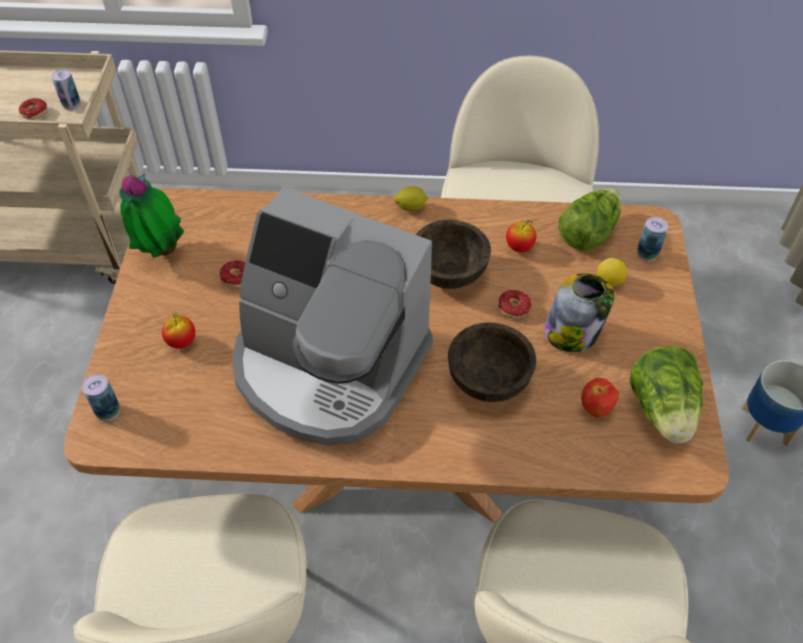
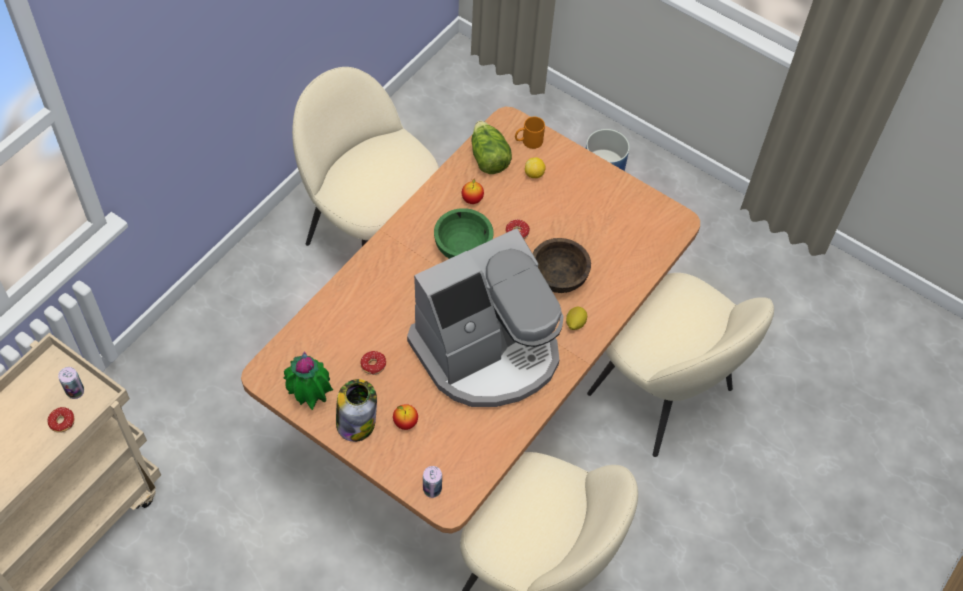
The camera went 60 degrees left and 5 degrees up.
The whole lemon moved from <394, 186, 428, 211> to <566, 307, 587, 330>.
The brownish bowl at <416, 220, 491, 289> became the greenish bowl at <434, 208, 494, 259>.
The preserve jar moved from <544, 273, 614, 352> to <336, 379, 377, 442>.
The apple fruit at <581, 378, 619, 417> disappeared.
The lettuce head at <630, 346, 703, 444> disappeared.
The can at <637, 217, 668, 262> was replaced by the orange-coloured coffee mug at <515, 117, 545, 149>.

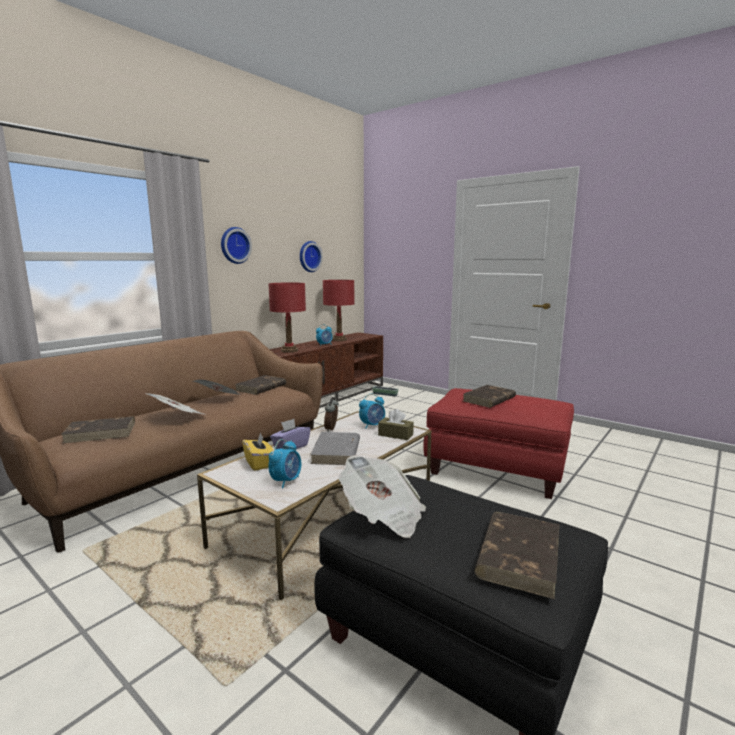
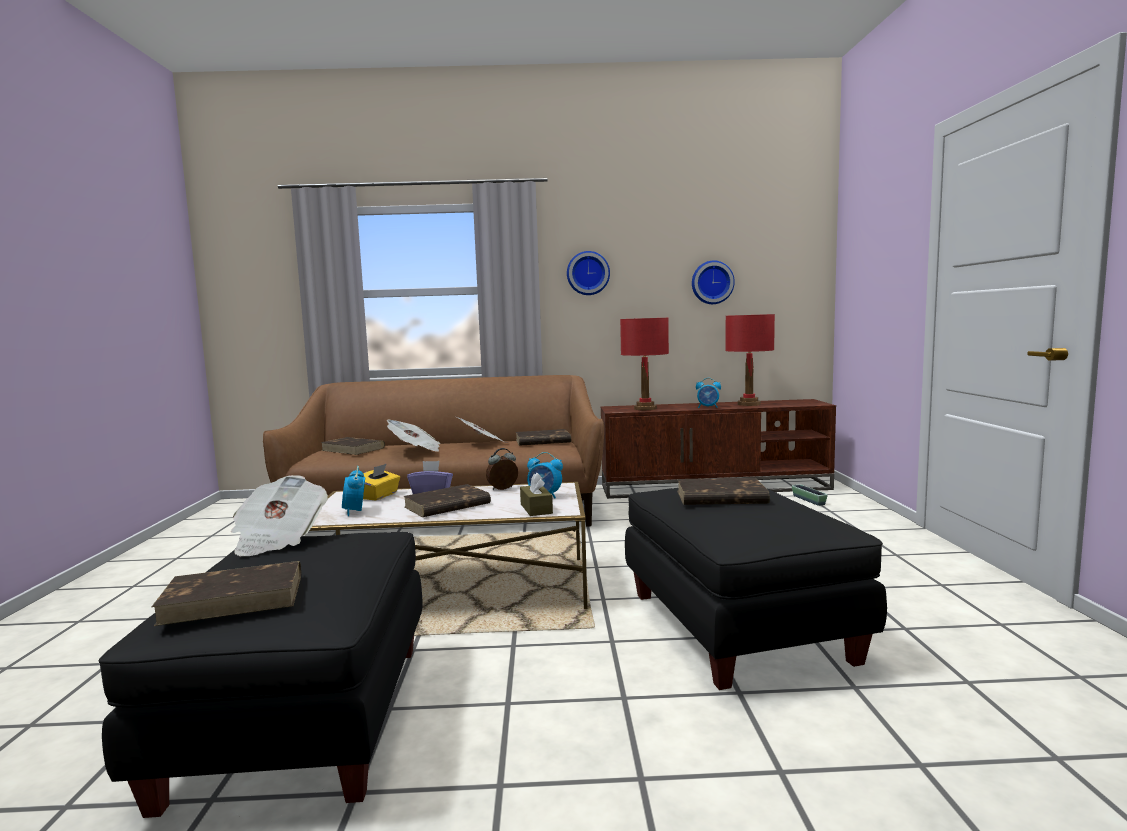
The camera went 50 degrees right and 5 degrees down.
The bedside clock at <269, 439, 301, 488> turned 90 degrees clockwise.
The gray book at <310, 432, 360, 465> became the brownish book at <403, 484, 491, 517>.
The reddish ottoman at <423, 388, 574, 499> became the black-coloured ottoman at <625, 488, 887, 690>.

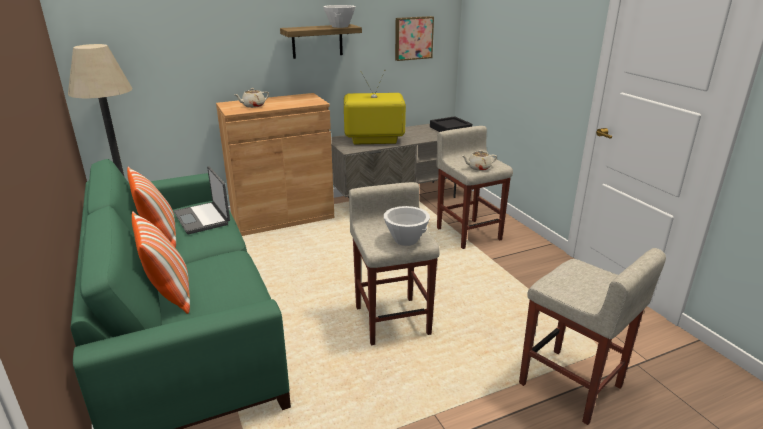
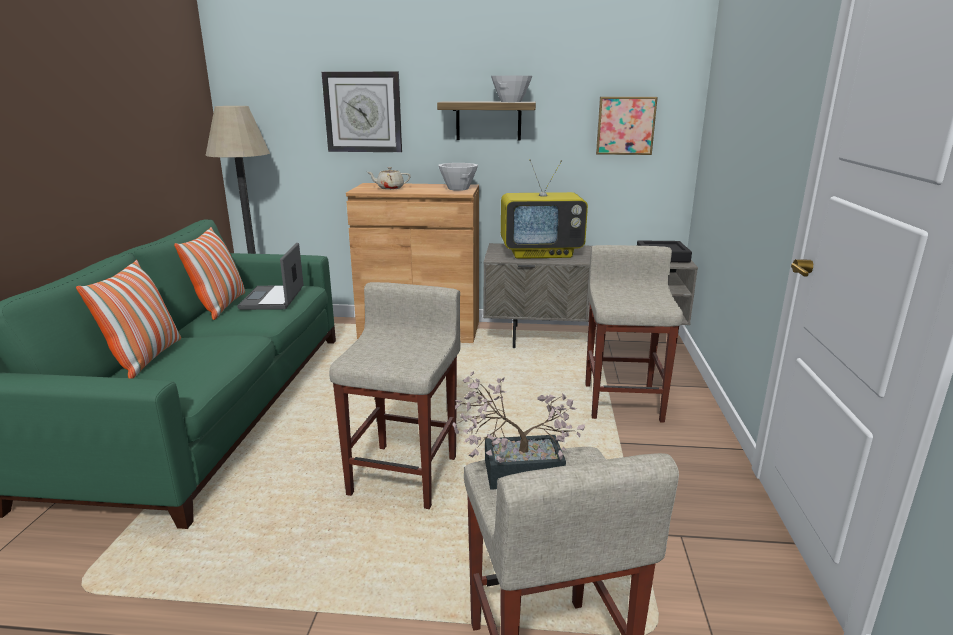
The camera went 30 degrees right and 5 degrees down.
The TV at <344, 70, 406, 144> turned 150 degrees clockwise.
The white bowl moved from <384, 206, 430, 246> to <438, 163, 478, 191>.
The beige-coloured teapot at <461, 150, 497, 171> disappeared.
The wall clock at <322, 71, 402, 152> appeared.
The potted plant at <453, 371, 585, 490> appeared.

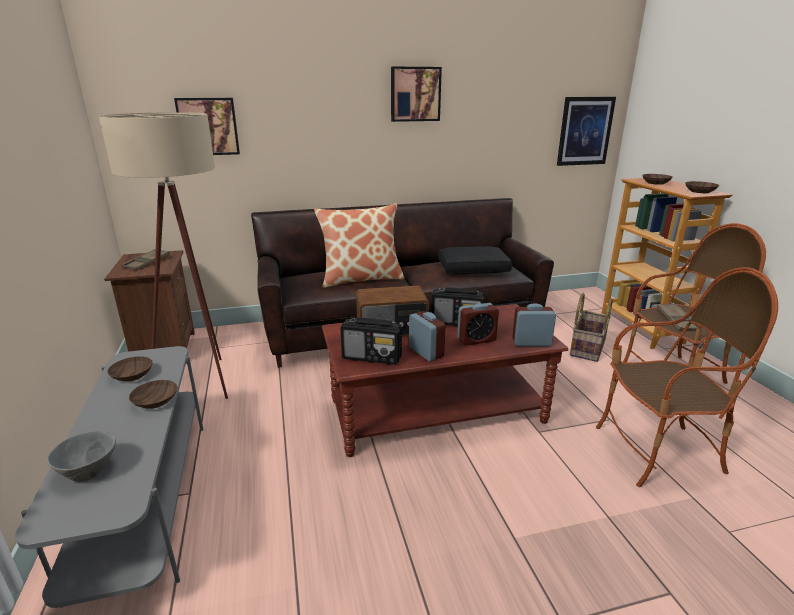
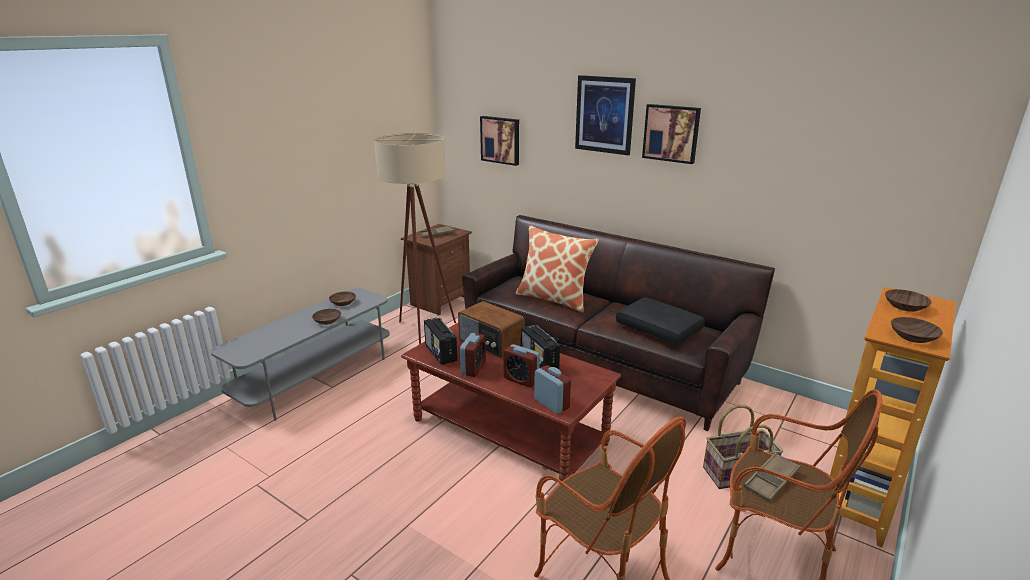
The camera went 50 degrees right and 0 degrees up.
The gray bowl at <47, 431, 116, 482> disappeared.
The wall picture moved from <557, 97, 616, 166> to <575, 75, 636, 155>.

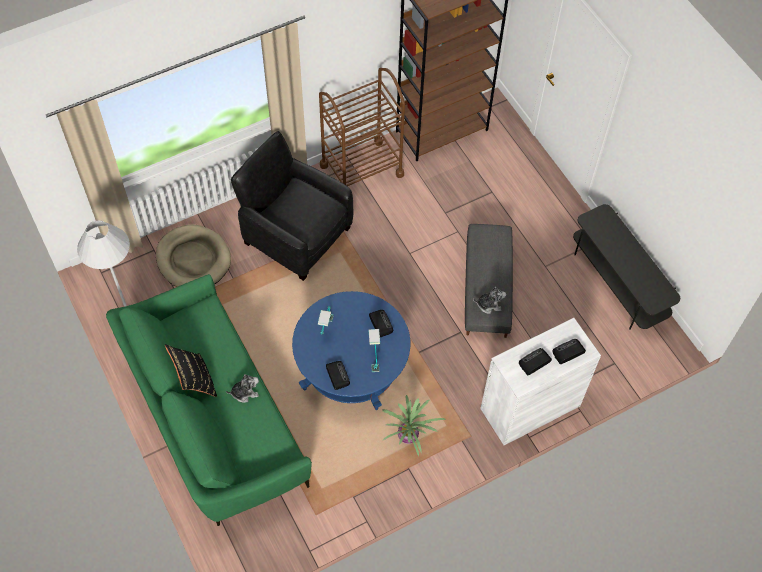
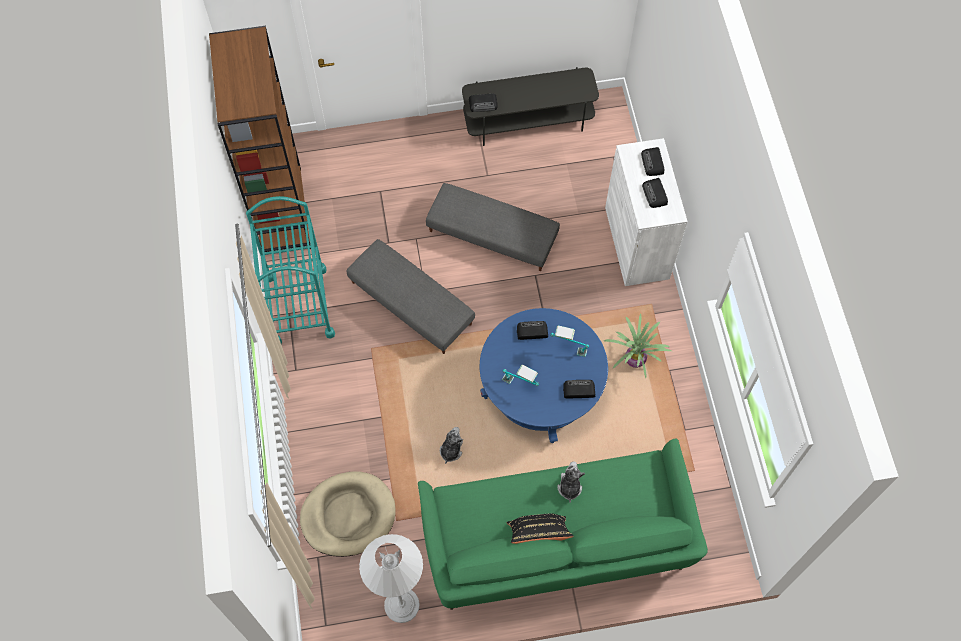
The camera went 70 degrees left and 5 degrees up.
The black-coloured lounge chair at <231, 131, 353, 281> disappeared.
The brownish trolley at <319, 68, 405, 186> became the blue-green trolley at <246, 196, 335, 344>.
The cuddly toy moved from <473, 286, 506, 314> to <440, 427, 463, 464>.
The gray ottoman at <346, 239, 475, 354> appeared.
The radio receiver at <469, 93, 497, 112> appeared.

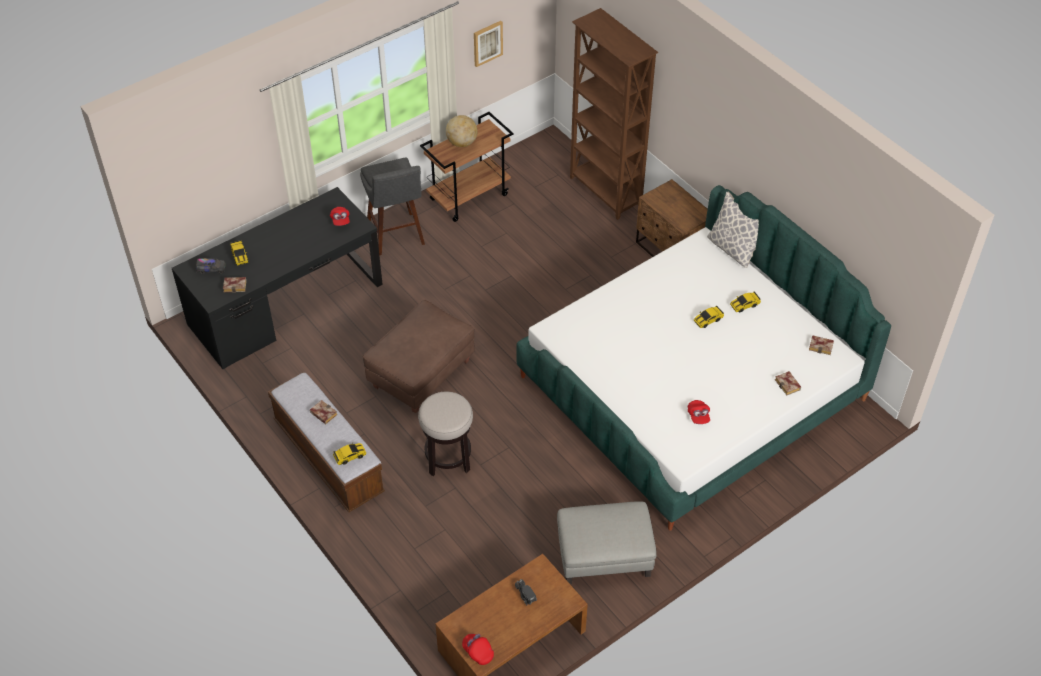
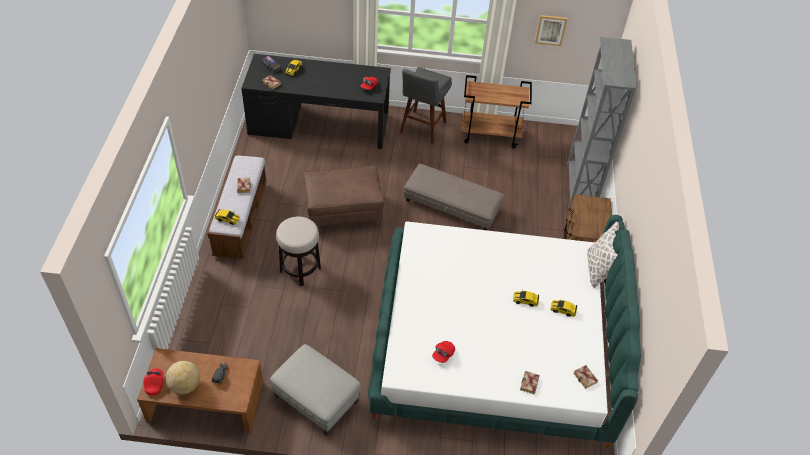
The camera went 40 degrees right and 0 degrees up.
The desk globe moved from <446, 115, 477, 147> to <166, 361, 200, 394>.
The brownish bookcase at <570, 8, 658, 220> became the gray bookcase at <567, 37, 637, 209>.
The gray ottoman at <404, 164, 504, 230> appeared.

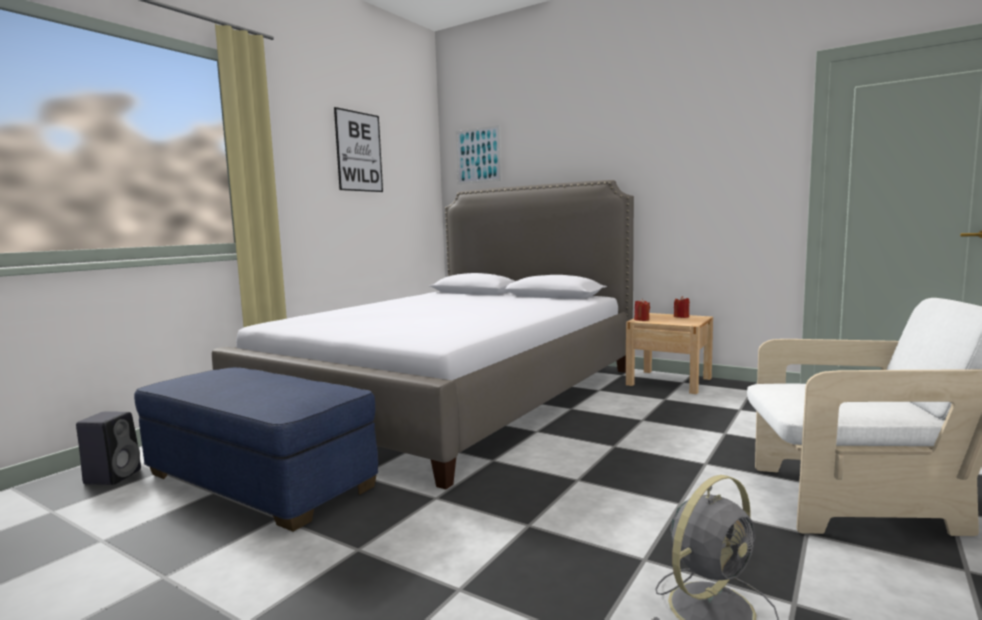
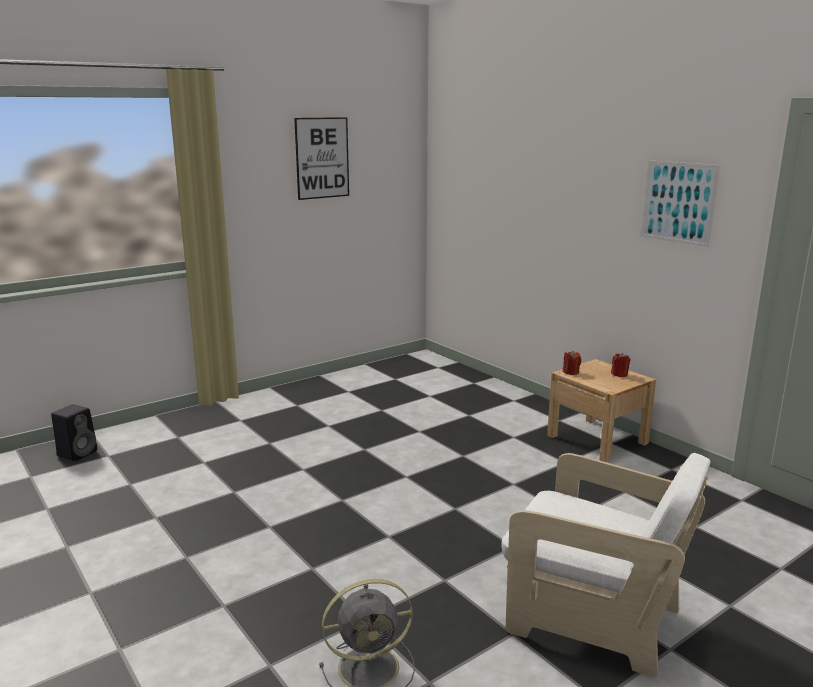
The camera went 20 degrees right and 10 degrees up.
The bluish ottoman at <134, 367, 378, 532> disappeared.
The bedroom bed at <211, 180, 634, 490> disappeared.
The wall picture moved from <456, 125, 502, 184> to <641, 160, 720, 247>.

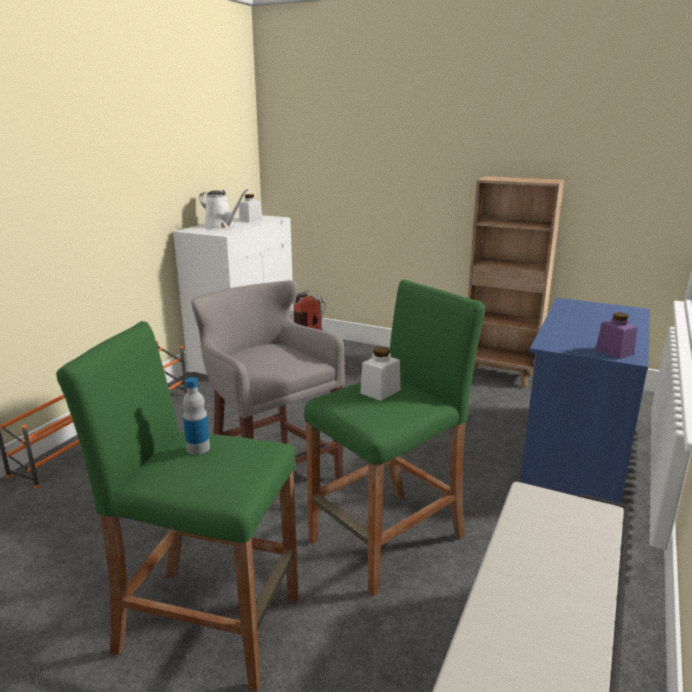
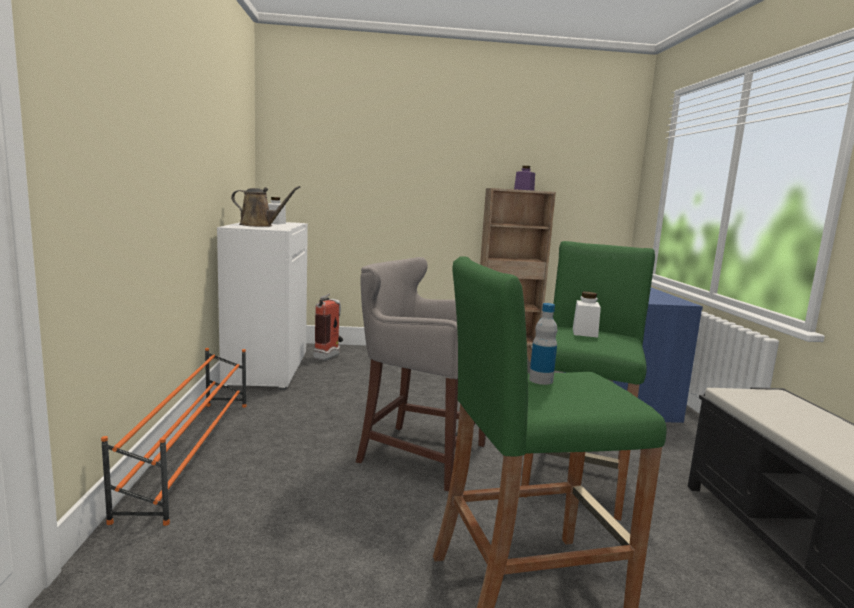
The camera went 30 degrees left and 10 degrees down.
The white watering pot at <199, 189, 248, 229> became the brownish watering pot at <231, 186, 300, 227>.
The purplish preserve jar moved from <595, 312, 638, 359> to <514, 166, 535, 191>.

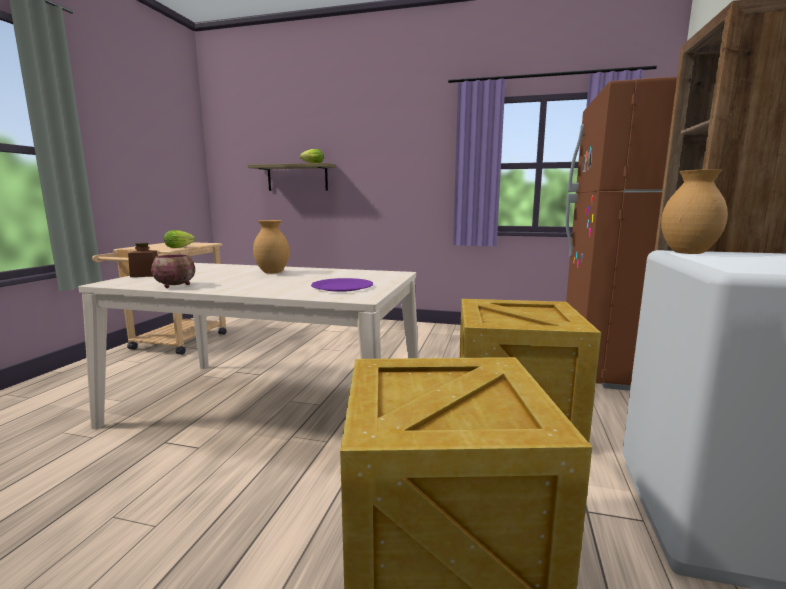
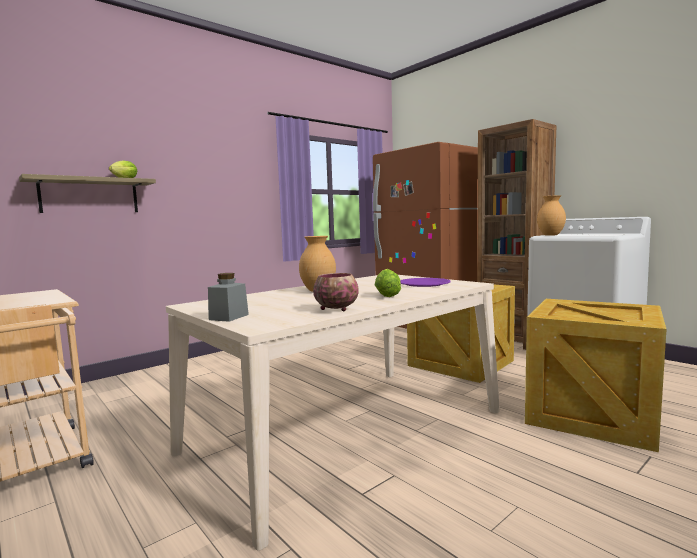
The camera went 55 degrees left and 5 degrees down.
The brownish preserve jar at <128, 243, 158, 277> became the gray preserve jar at <208, 273, 249, 322>.
The lettuce head moved from <164, 230, 195, 248> to <375, 269, 401, 297>.

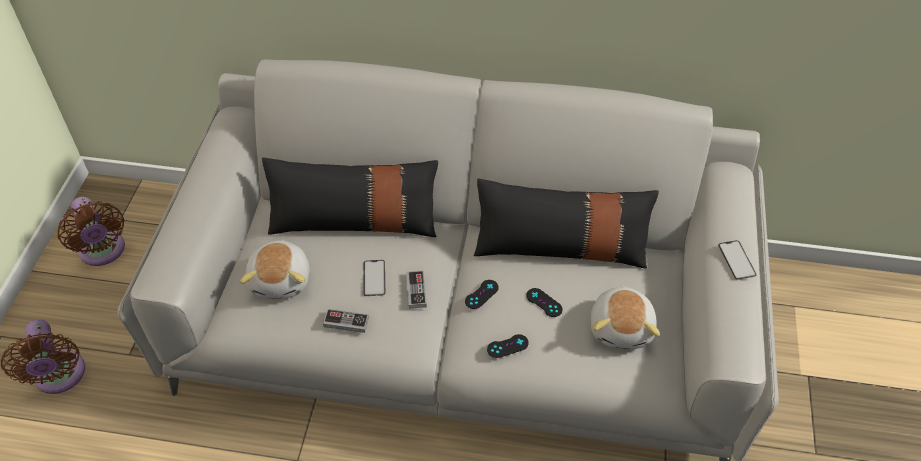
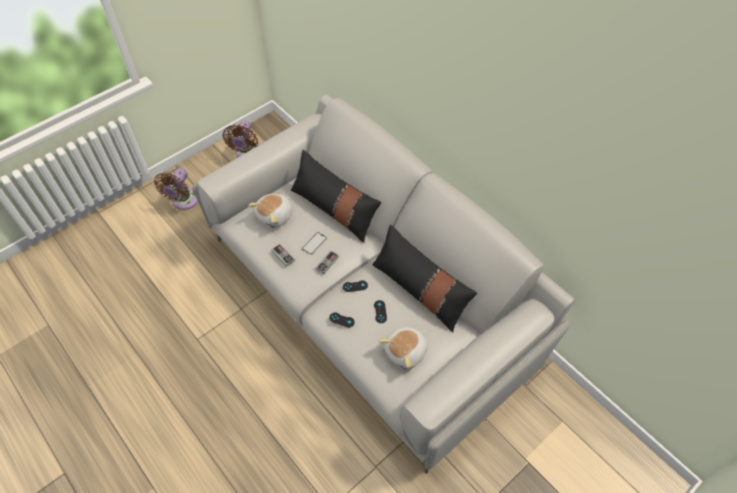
The camera went 40 degrees right and 5 degrees up.
The phone at <718, 240, 757, 280> disappeared.

